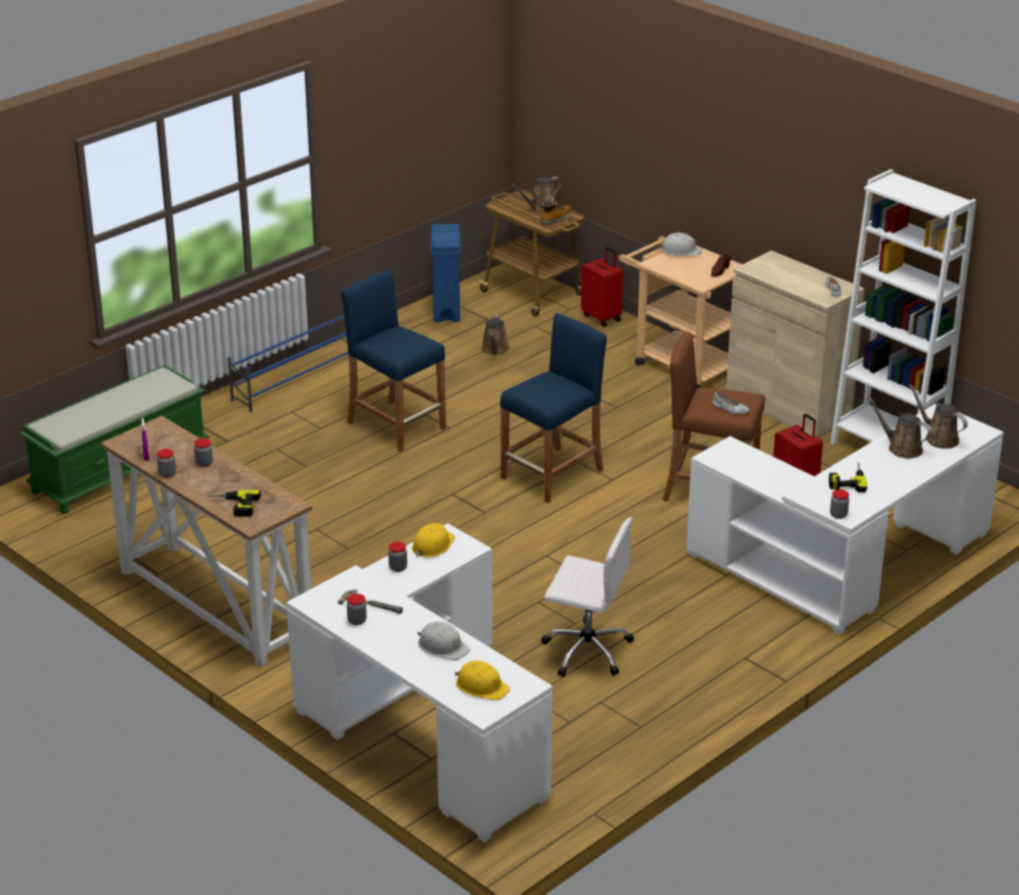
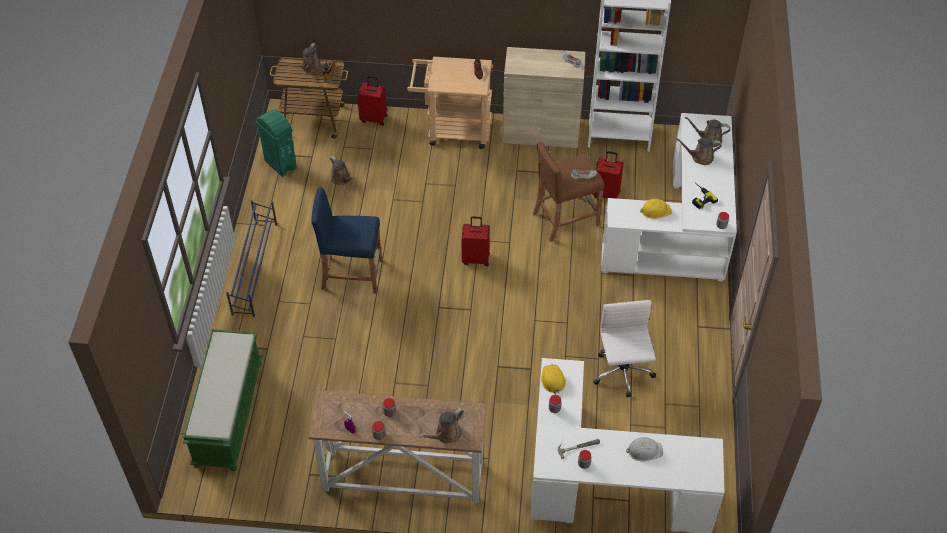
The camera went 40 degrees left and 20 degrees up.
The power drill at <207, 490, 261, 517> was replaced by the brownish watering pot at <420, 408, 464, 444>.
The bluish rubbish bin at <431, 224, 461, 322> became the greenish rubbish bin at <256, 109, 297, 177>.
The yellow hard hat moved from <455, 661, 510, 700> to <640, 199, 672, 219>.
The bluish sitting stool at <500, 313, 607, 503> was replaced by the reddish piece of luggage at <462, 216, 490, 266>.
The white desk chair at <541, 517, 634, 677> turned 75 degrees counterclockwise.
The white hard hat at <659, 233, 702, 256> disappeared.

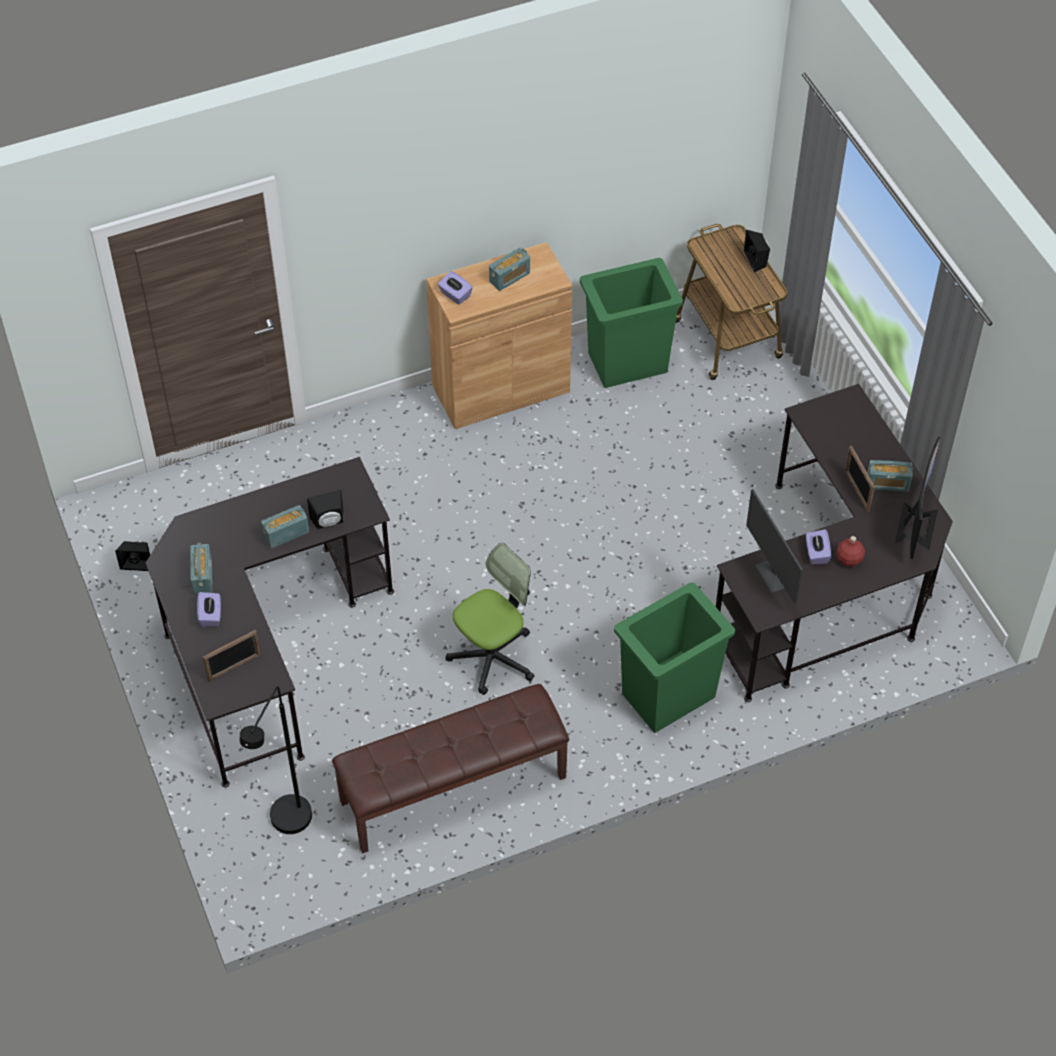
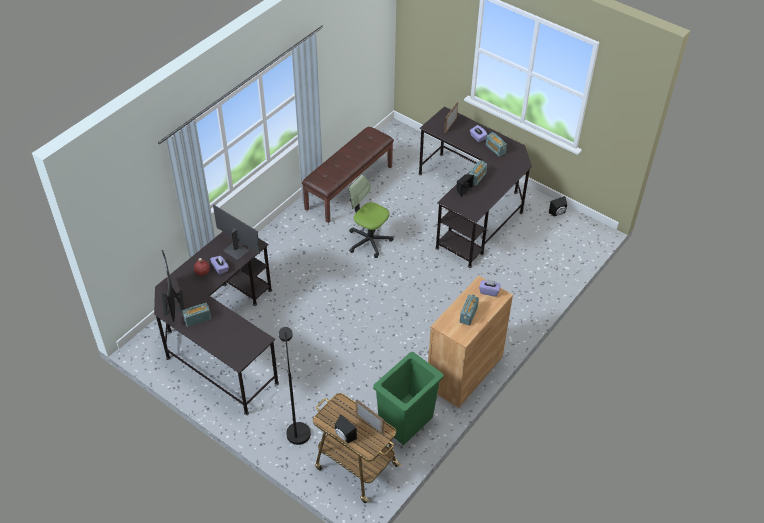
The camera went 150 degrees right and 5 degrees down.
The black-coloured standard lamp moved from <240, 686, 312, 834> to <279, 327, 311, 445>.
The desk chair at <446, 543, 535, 695> turned 105 degrees clockwise.
The greenish rubbish bin at <614, 583, 735, 733> disappeared.
The standing frame moved from <845, 445, 875, 512> to <356, 399, 384, 435>.

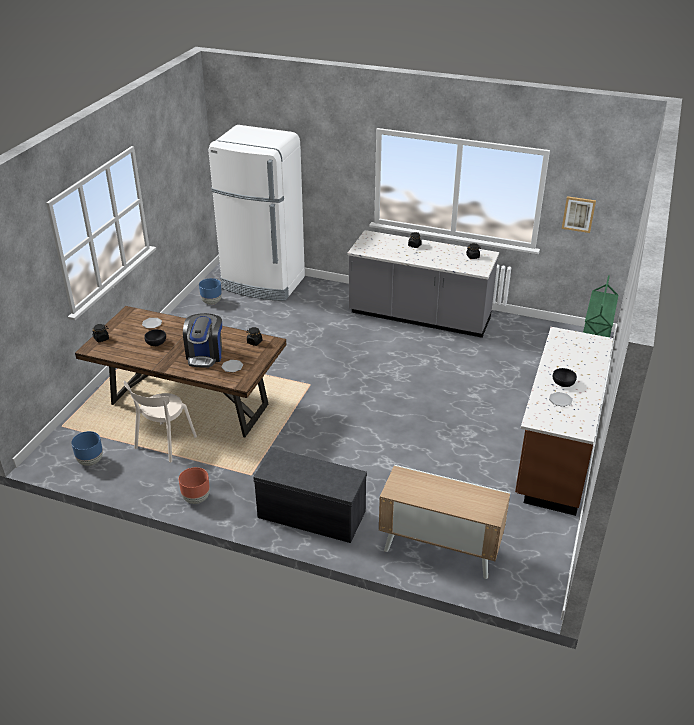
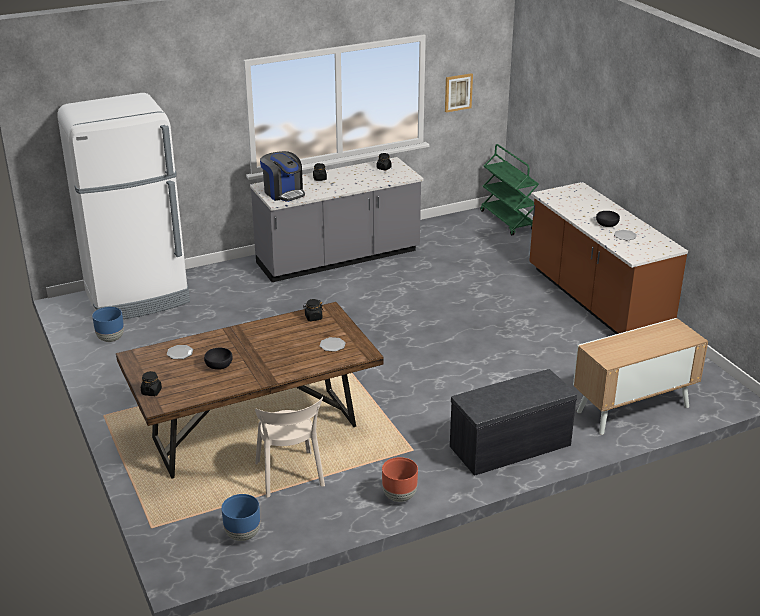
The camera went 45 degrees left and 5 degrees down.
The coffee machine moved from <183, 313, 222, 368> to <260, 151, 305, 202>.

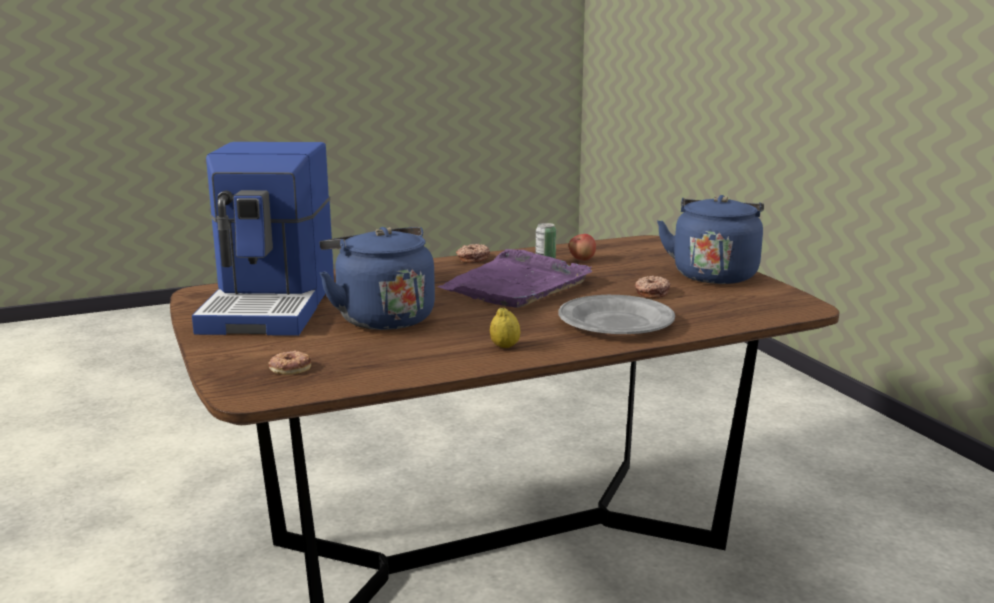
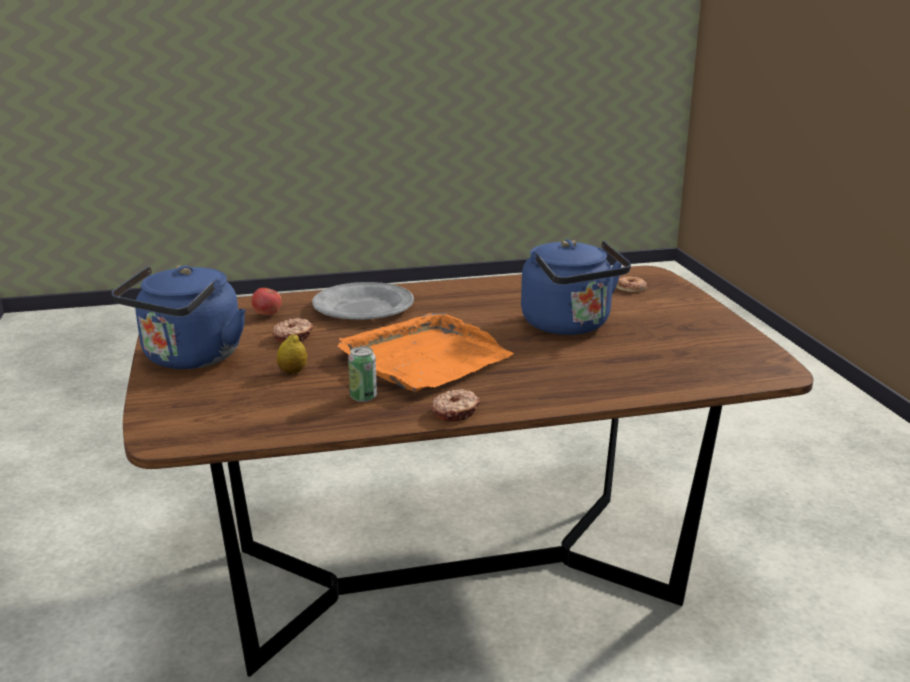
The camera went 170 degrees left and 5 degrees up.
The coffee machine at <192, 142, 334, 336> disappeared.
The purplish carrying tray at <437, 249, 592, 308> became the orange-coloured carrying tray at <338, 313, 514, 392>.
The whole lemon moved from <490, 308, 520, 348> to <277, 334, 307, 375>.
The apple fruit moved from <569, 234, 596, 261> to <252, 288, 282, 315>.

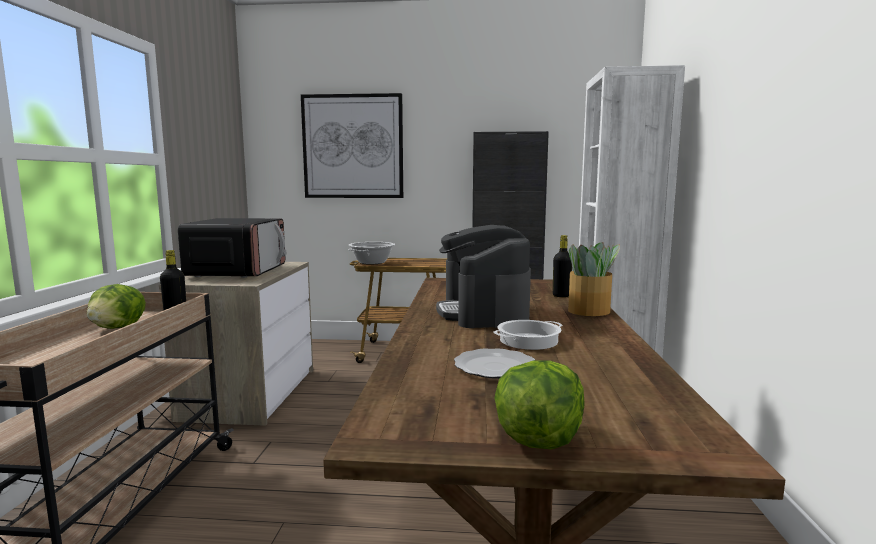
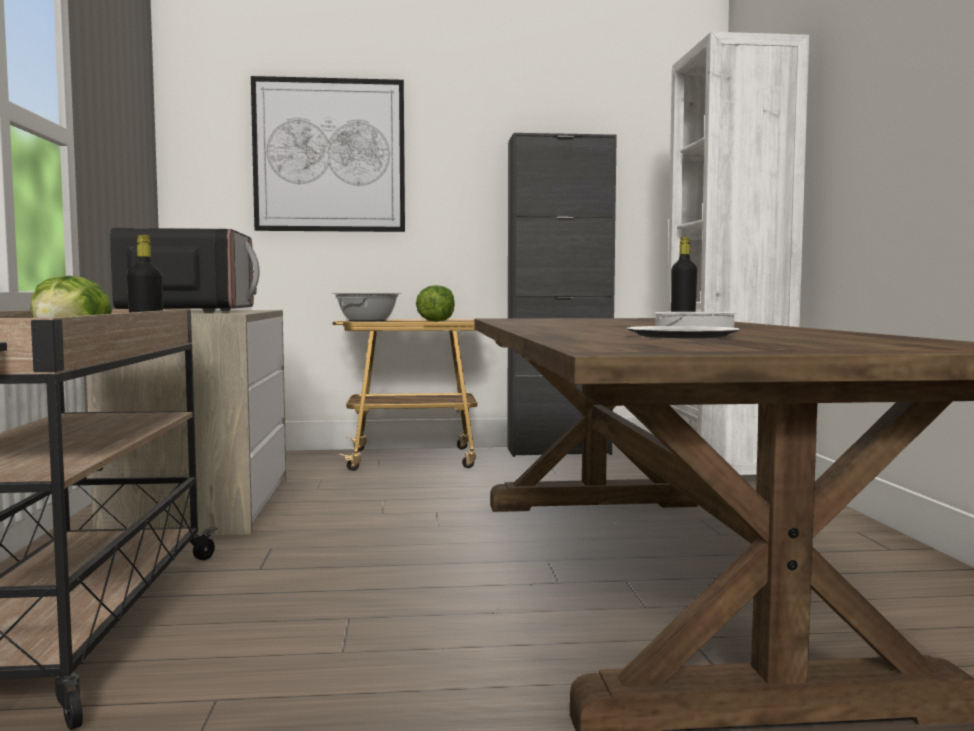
The camera went 10 degrees left and 5 degrees down.
The coffee machine at <436, 225, 531, 328> disappeared.
The lettuce head moved from <495, 360, 585, 449> to <416, 285, 455, 322>.
The potted plant at <568, 242, 620, 316> disappeared.

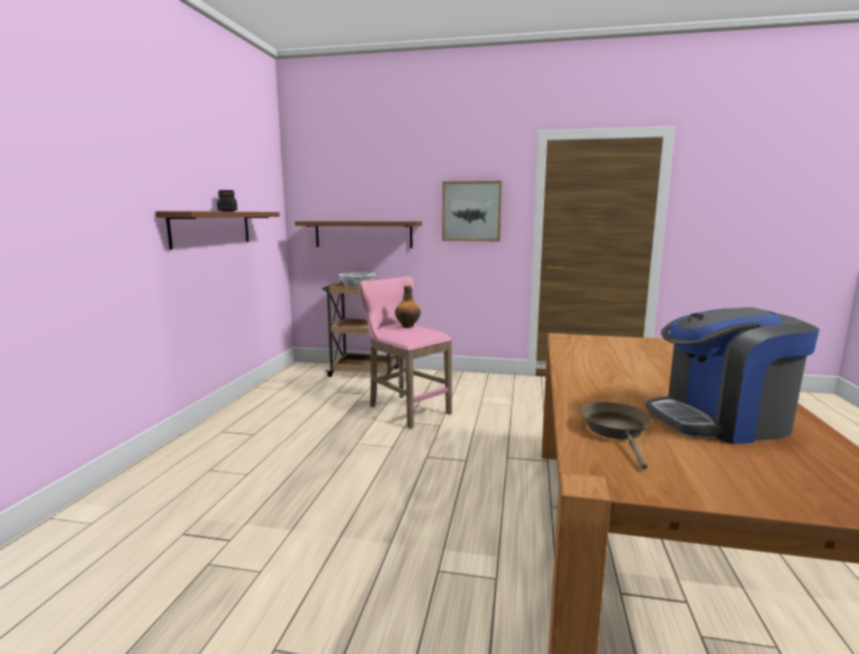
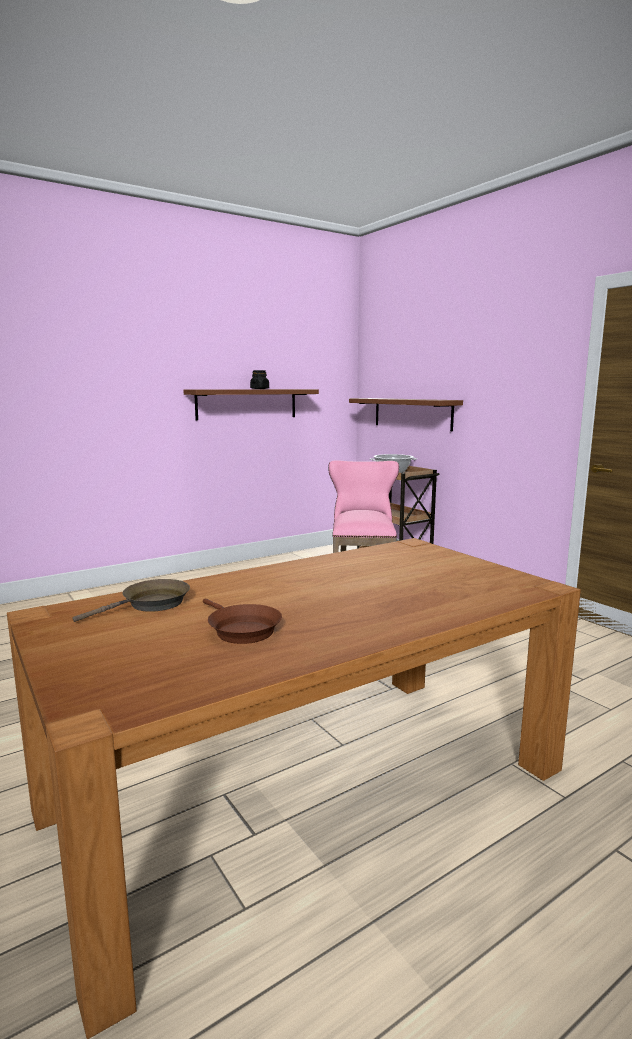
The camera went 45 degrees right and 0 degrees up.
The beverage bottle at <395, 285, 421, 328> disappeared.
The wall picture at <442, 181, 502, 241> disappeared.
The coffee machine at <646, 307, 819, 444> was replaced by the brownish frying pan at <203, 599, 282, 644>.

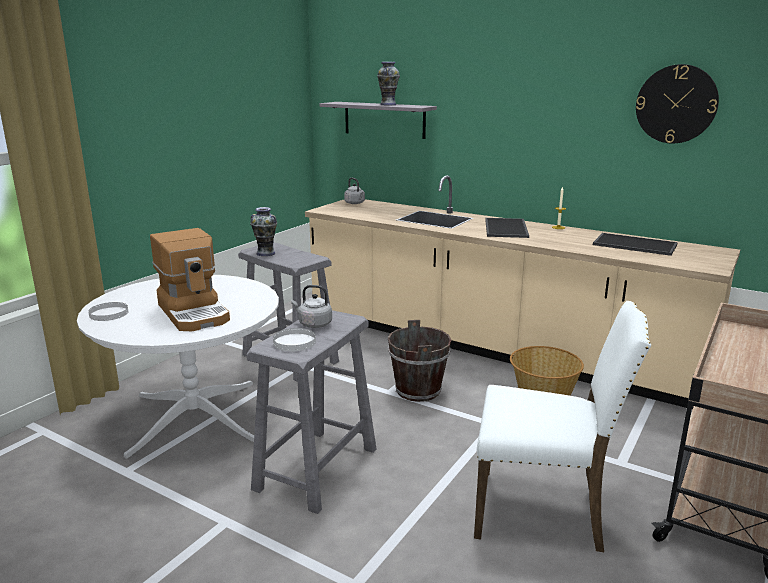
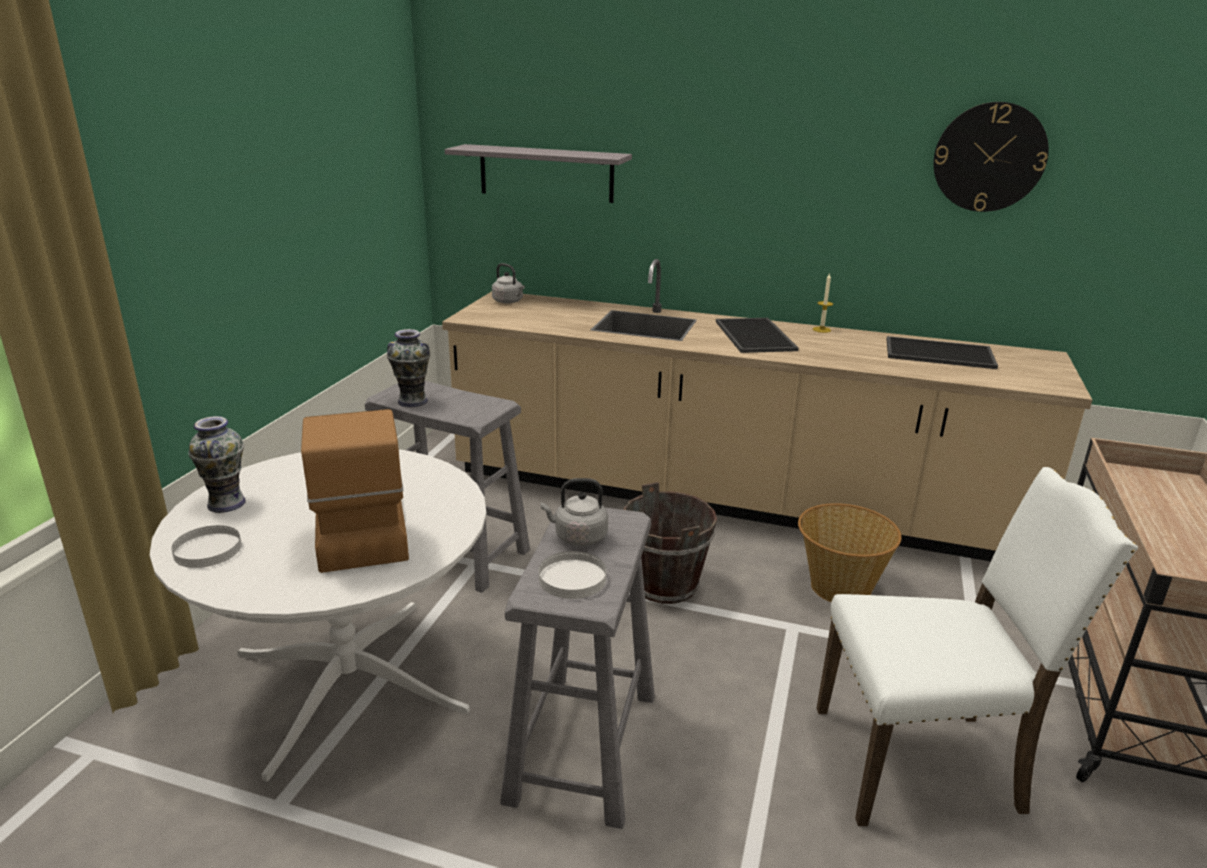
The camera went 15 degrees left and 5 degrees up.
The coffee machine at <150, 228, 230, 331> turned 150 degrees counterclockwise.
The flower vase moved from <377, 62, 400, 105> to <188, 416, 246, 513>.

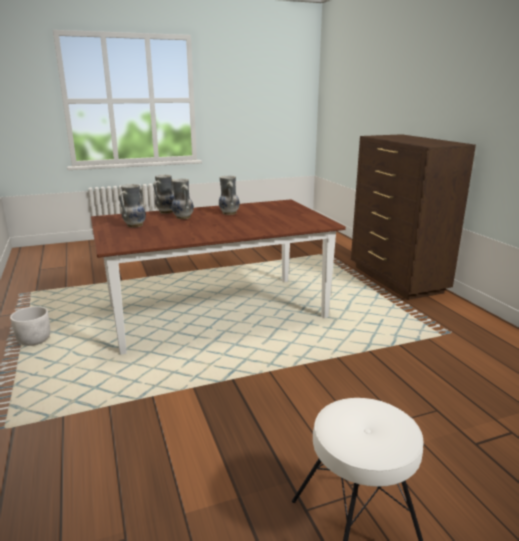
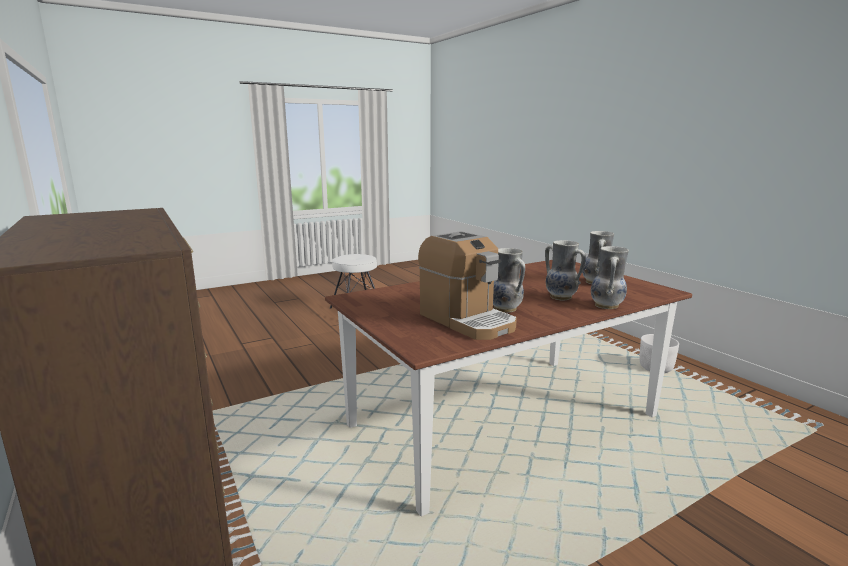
The camera went 170 degrees right and 5 degrees down.
The coffee machine at <418, 231, 517, 340> appeared.

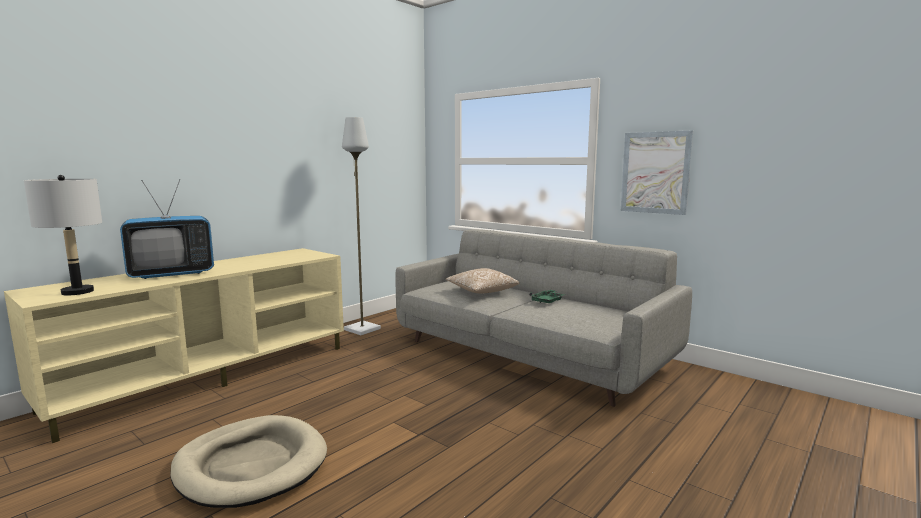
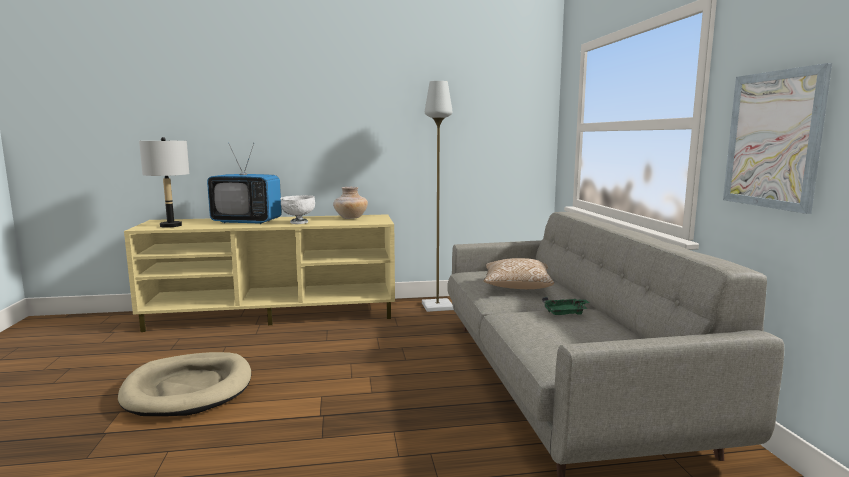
The camera went 40 degrees right and 0 degrees up.
The white bowl at <280, 195, 315, 224> appeared.
The beige-coloured flower vase at <333, 187, 368, 219> appeared.

